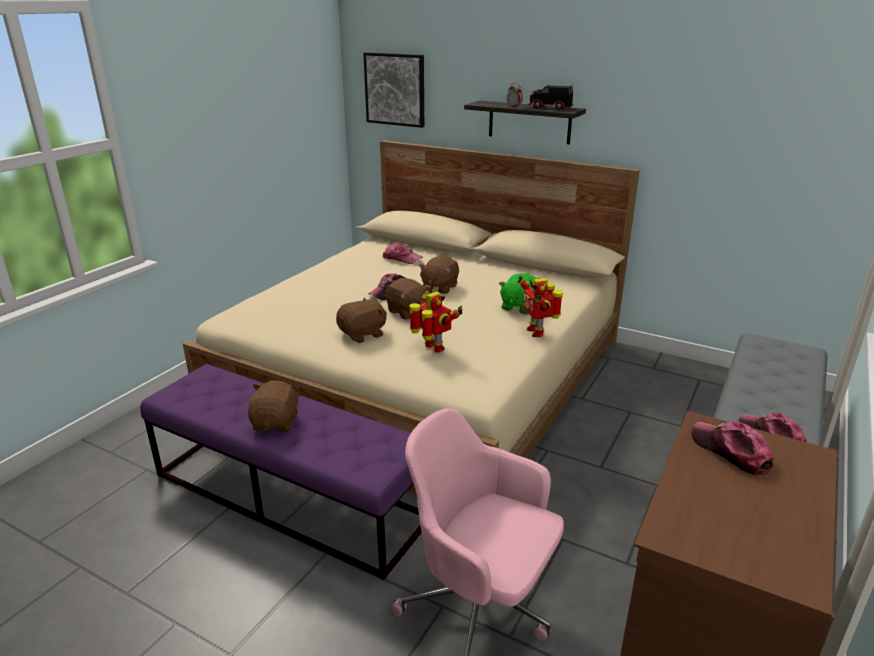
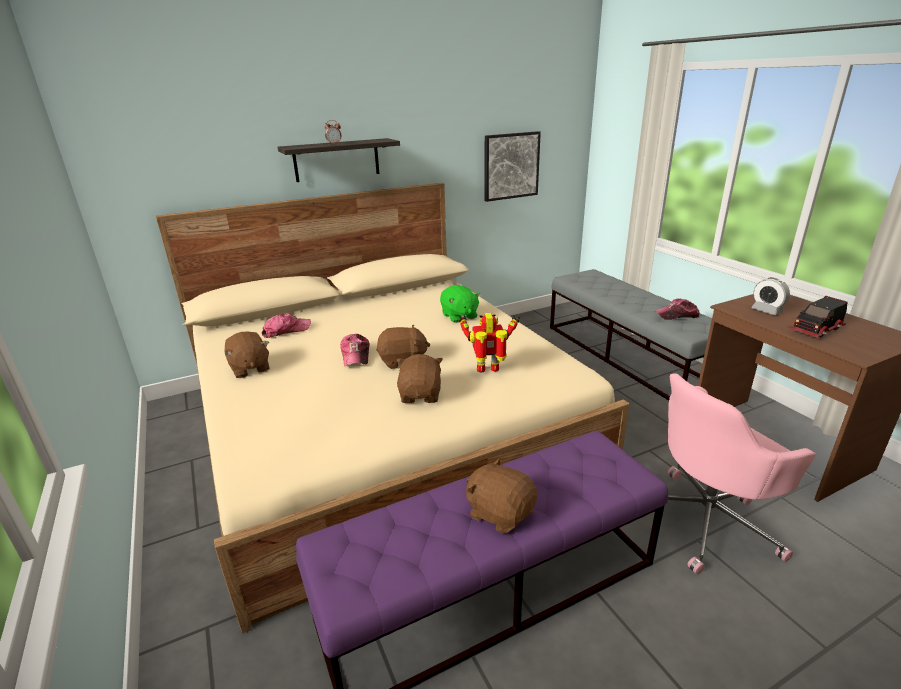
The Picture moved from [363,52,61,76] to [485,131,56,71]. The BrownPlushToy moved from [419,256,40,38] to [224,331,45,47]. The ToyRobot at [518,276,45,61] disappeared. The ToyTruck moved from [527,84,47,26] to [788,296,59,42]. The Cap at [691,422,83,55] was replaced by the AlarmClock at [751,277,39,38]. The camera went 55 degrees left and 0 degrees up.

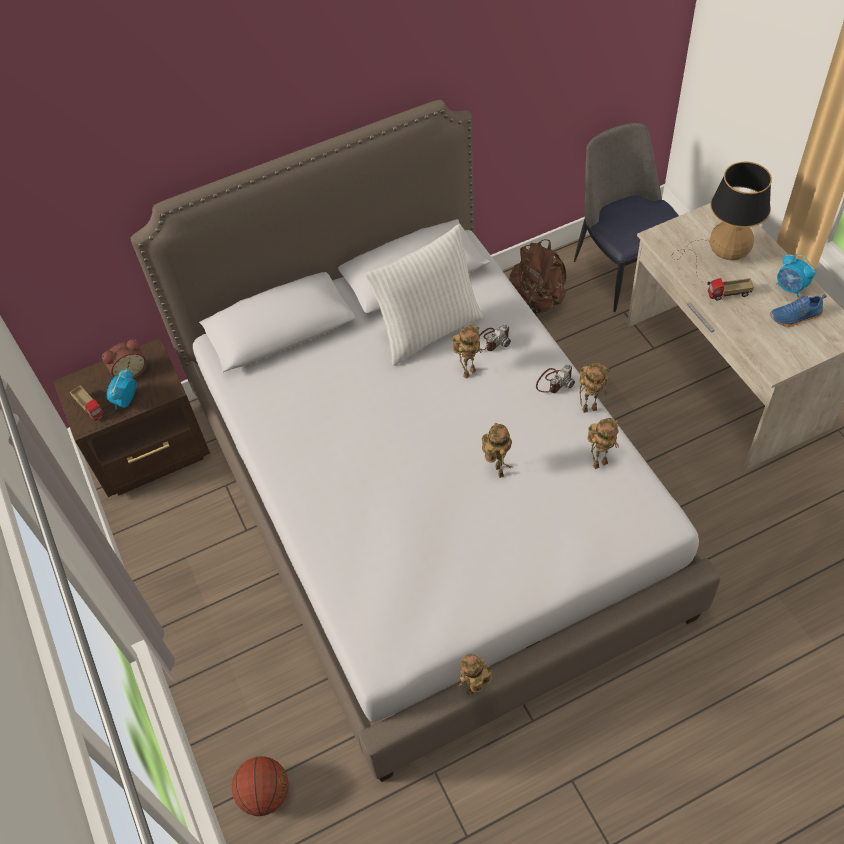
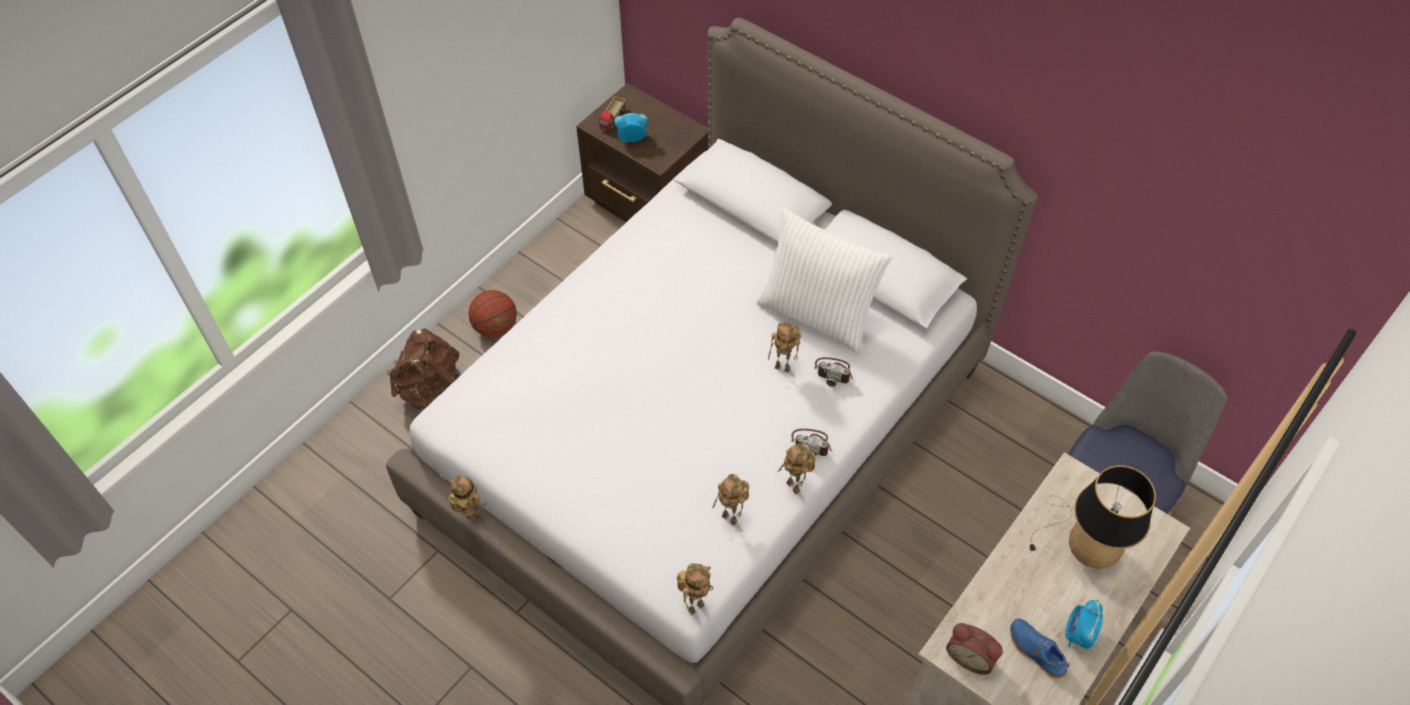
The AlarmClock moved from [102,339,45,40] to [946,623,57,52]. The Basketball moved from [231,756,58,60] to [469,290,48,48]. The ToyRobot moved from [482,423,31,55] to [677,563,36,52]. The BrownBackpack moved from [508,239,59,77] to [387,328,73,81]. The ToyTruck at [708,278,46,23] disappeared. The camera went 60 degrees right and 0 degrees up.

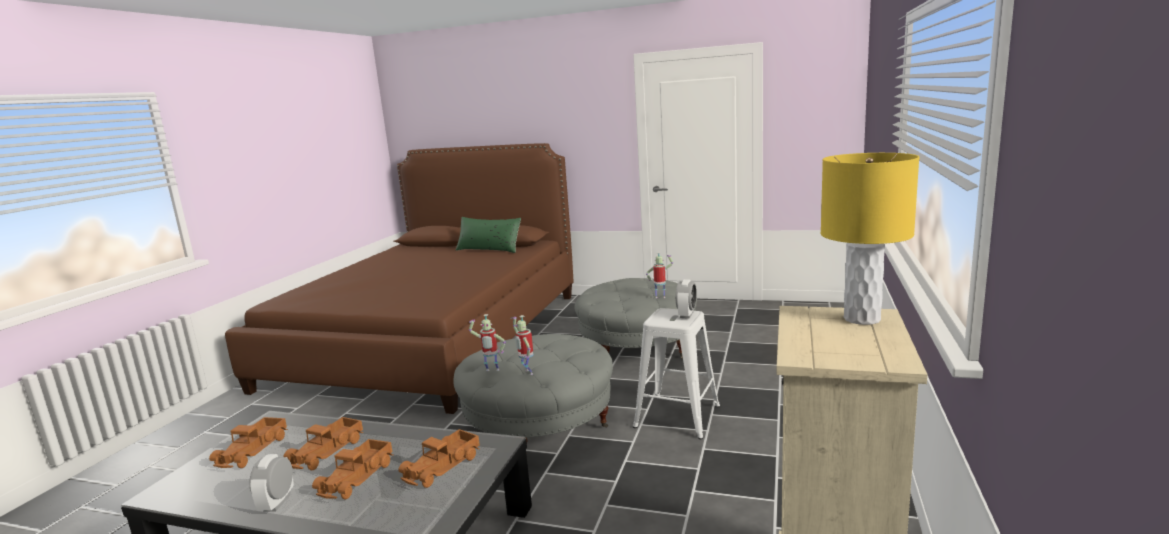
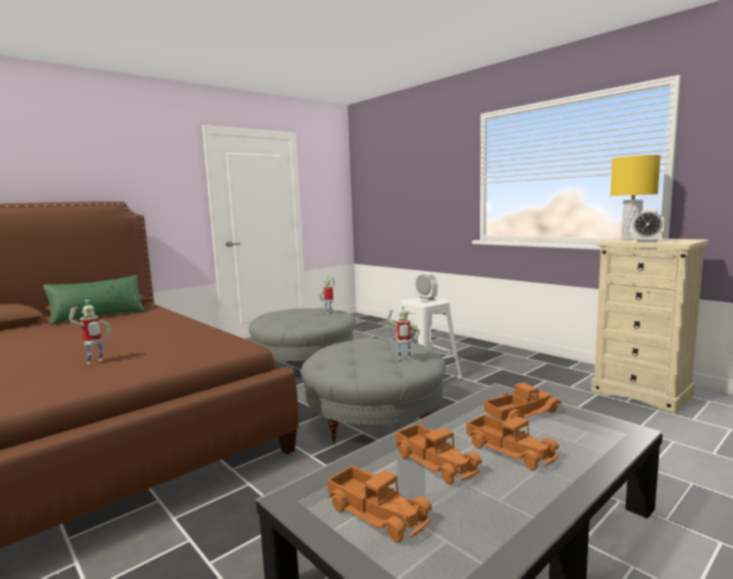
The AlarmClock moved from [249,454,45,57] to [631,209,35,33]. The ToyTruck at [398,429,82,59] turned 90 degrees counterclockwise. The ToyRobot moved from [469,314,37,57] to [69,300,43,64]. The camera went 60 degrees left and 5 degrees down.

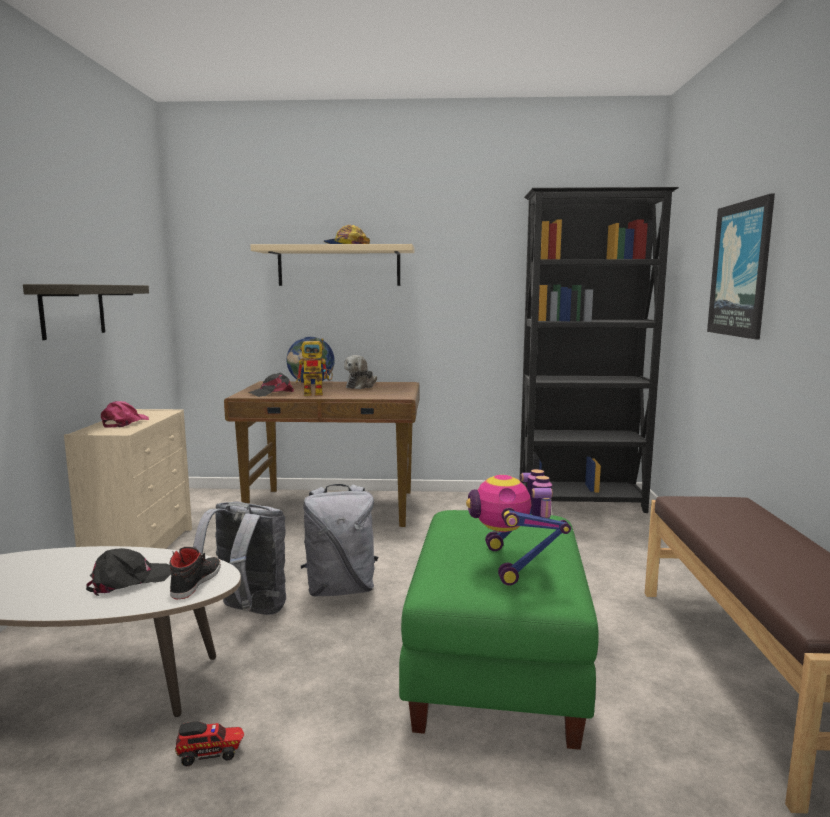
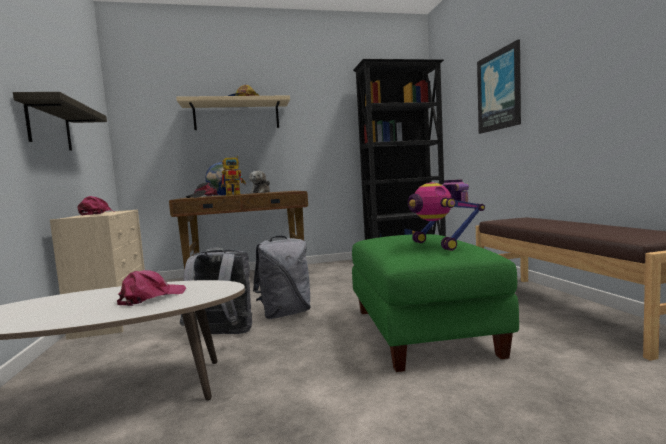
The BlackCap at [86,548,85,48] became the PinkCap at [117,270,70,36]. The BlackShoe at [170,547,51,52] disappeared. The ToyTruck at [175,722,69,45] disappeared. The camera went 15 degrees left and 5 degrees down.

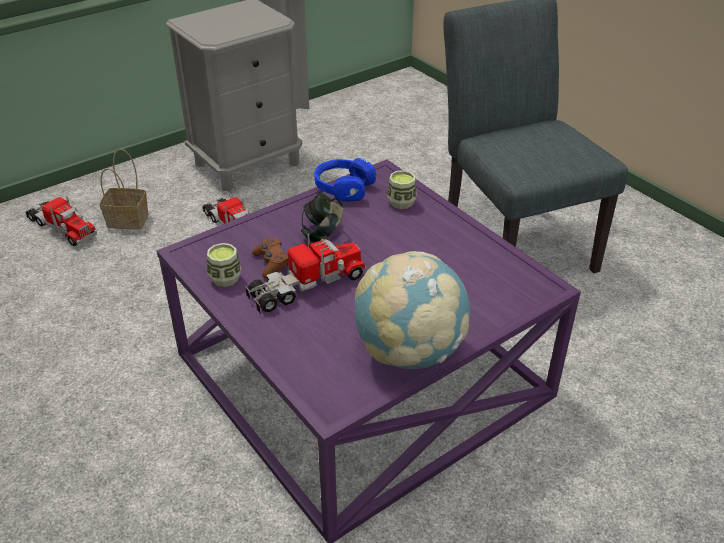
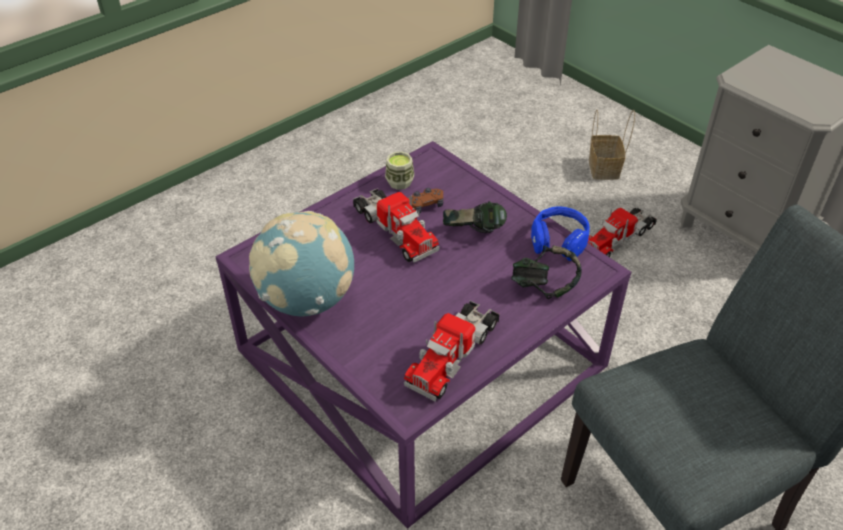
The ToyTruck moved from [25,196,72,50] to [404,300,96,102]. The Cup at [387,170,30,39] was replaced by the Headphones at [511,245,71,54]. The camera went 85 degrees right and 5 degrees up.

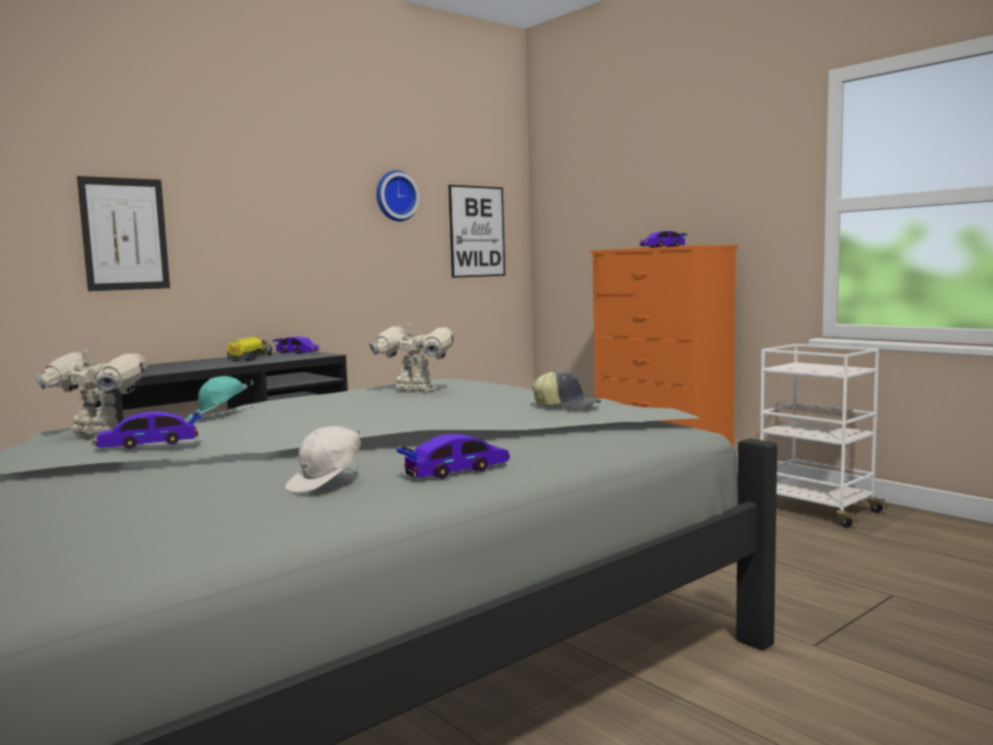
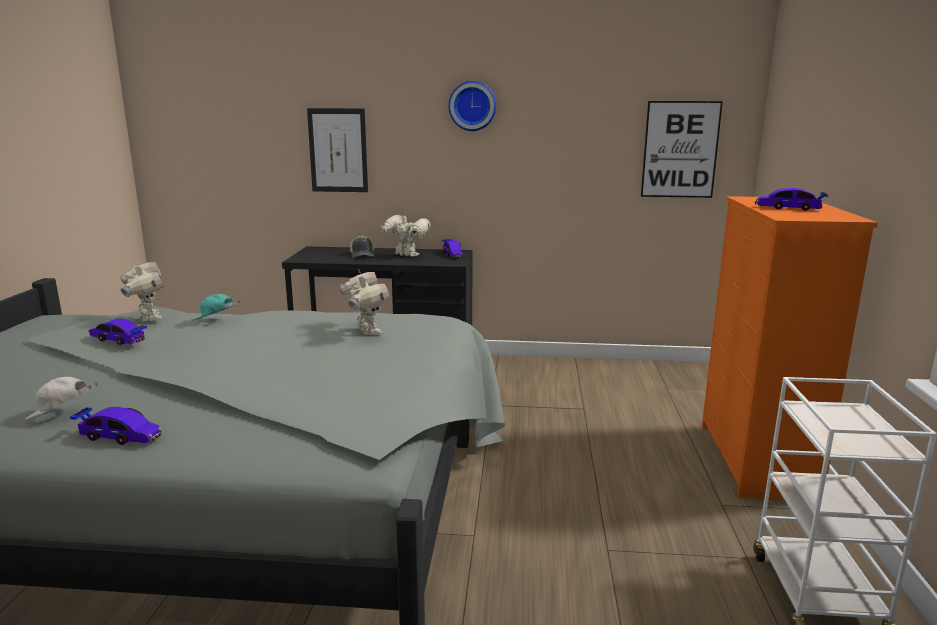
The ToyTruck at [226,337,46,24] was replaced by the ToyRobot at [380,212,50,45]. The WallClock moved from [376,170,44,51] to [448,81,48,50]. The Cap moved from [532,370,69,40] to [350,236,24,22]. The camera went 45 degrees right and 10 degrees up.

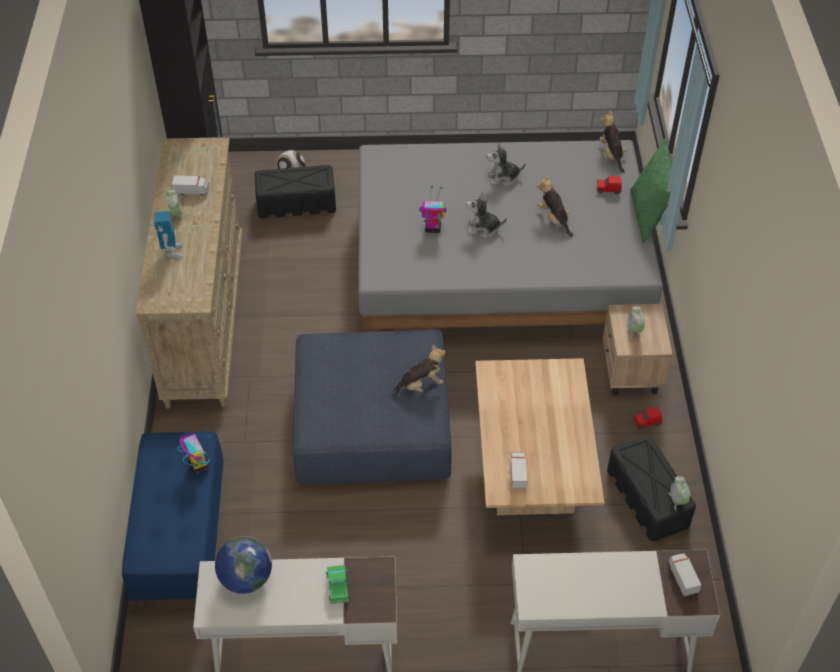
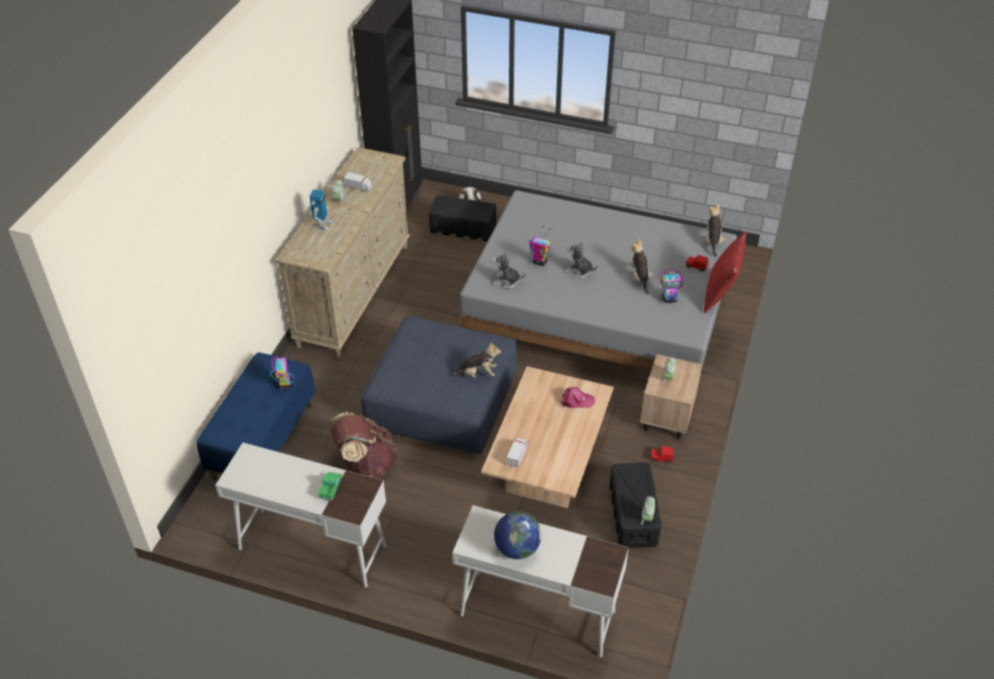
The Globe moved from [215,536,57,58] to [494,511,47,48]. The PlushToy moved from [486,143,39,43] to [492,250,33,39]. The GreenPillow at [630,138,42,105] became the RedPillow at [704,231,42,82]. The ToyTruck at [668,553,34,43] disappeared. The BrownBackpack at [331,412,66,66] appeared. The PinkCap at [560,387,35,21] appeared. The ToyRobot at [660,270,23,33] appeared. The camera went 20 degrees right and 5 degrees down.

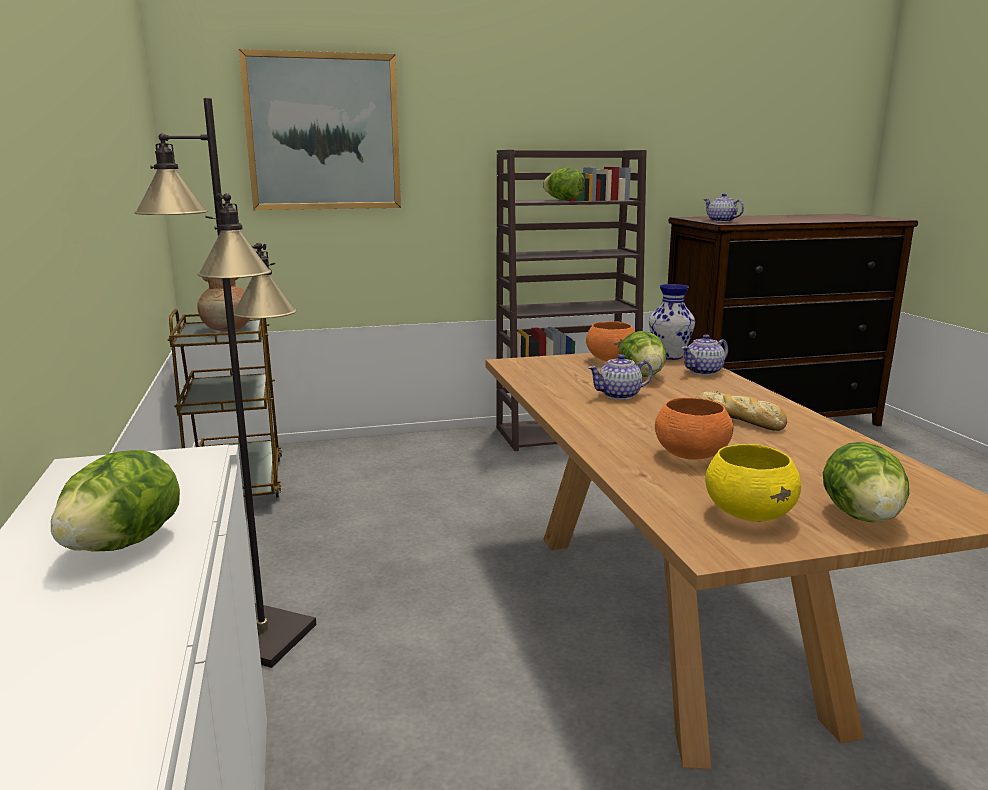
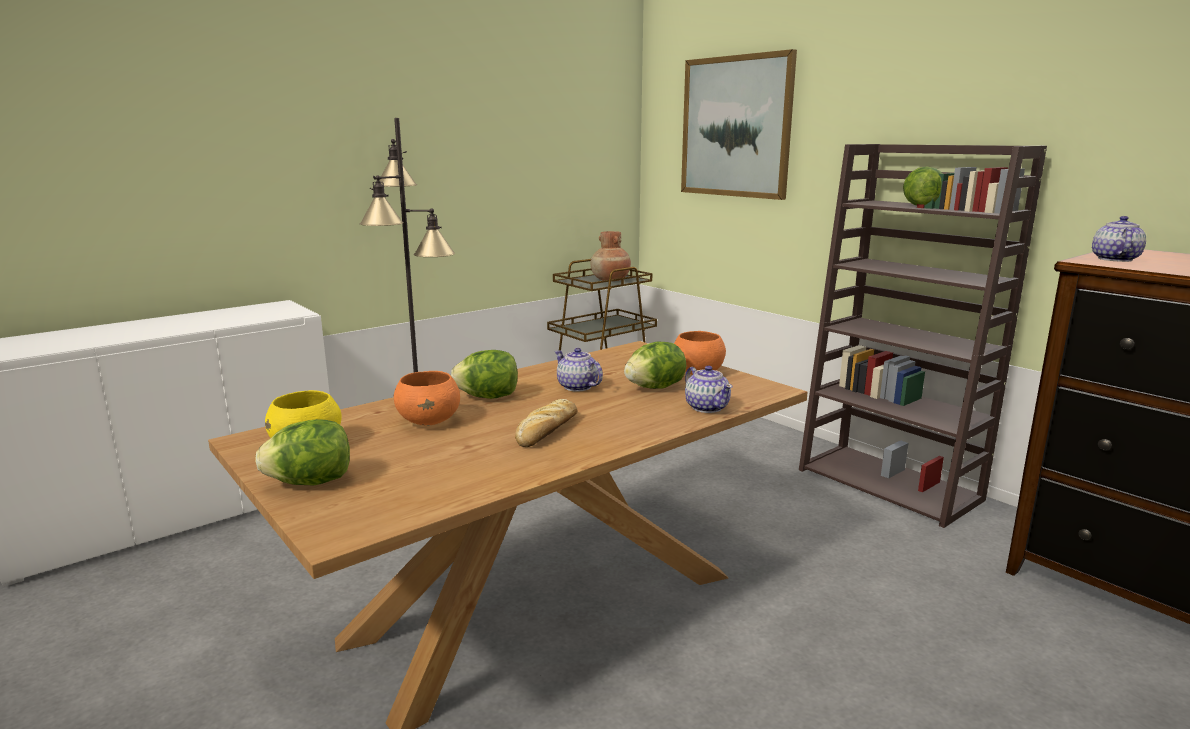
The Lettuce moved from [51,450,129,102] to [451,350,67,49]. The Vase at [649,284,46,76] disappeared. The Teapot at [682,334,46,41] turned 150 degrees counterclockwise. The camera went 65 degrees right and 0 degrees up.

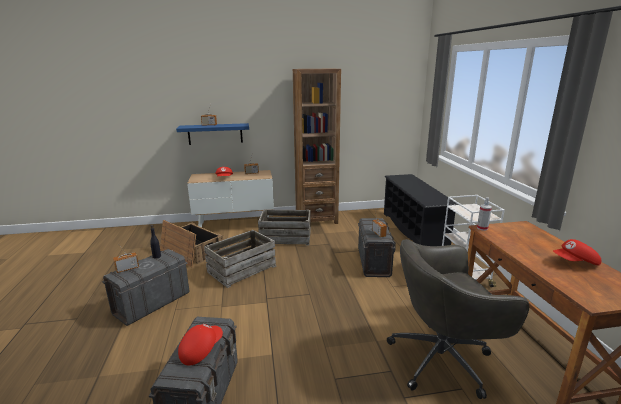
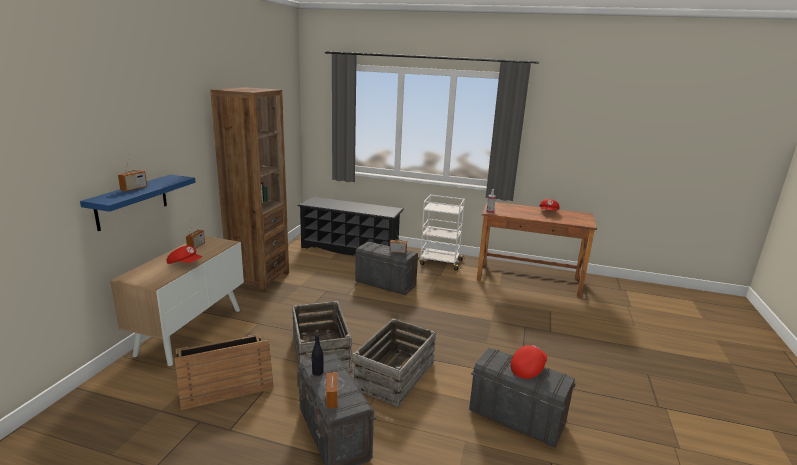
The RedCap at [178,324,45,42] turned 75 degrees clockwise. The Crate moved from [258,209,53,37] to [352,318,84,89]. The GreyOfficeChair at [387,239,142,160] disappeared. The camera went 65 degrees left and 0 degrees up.

